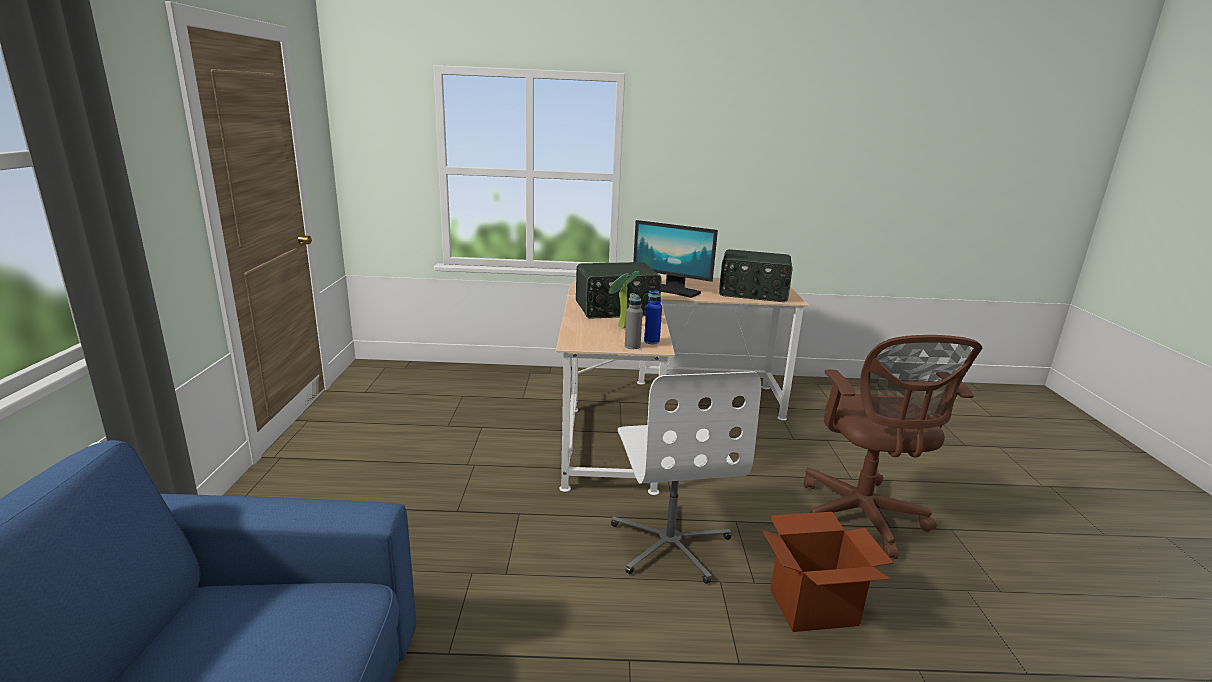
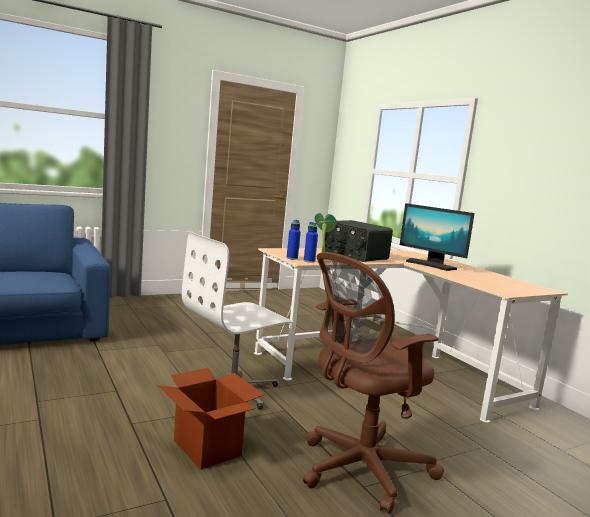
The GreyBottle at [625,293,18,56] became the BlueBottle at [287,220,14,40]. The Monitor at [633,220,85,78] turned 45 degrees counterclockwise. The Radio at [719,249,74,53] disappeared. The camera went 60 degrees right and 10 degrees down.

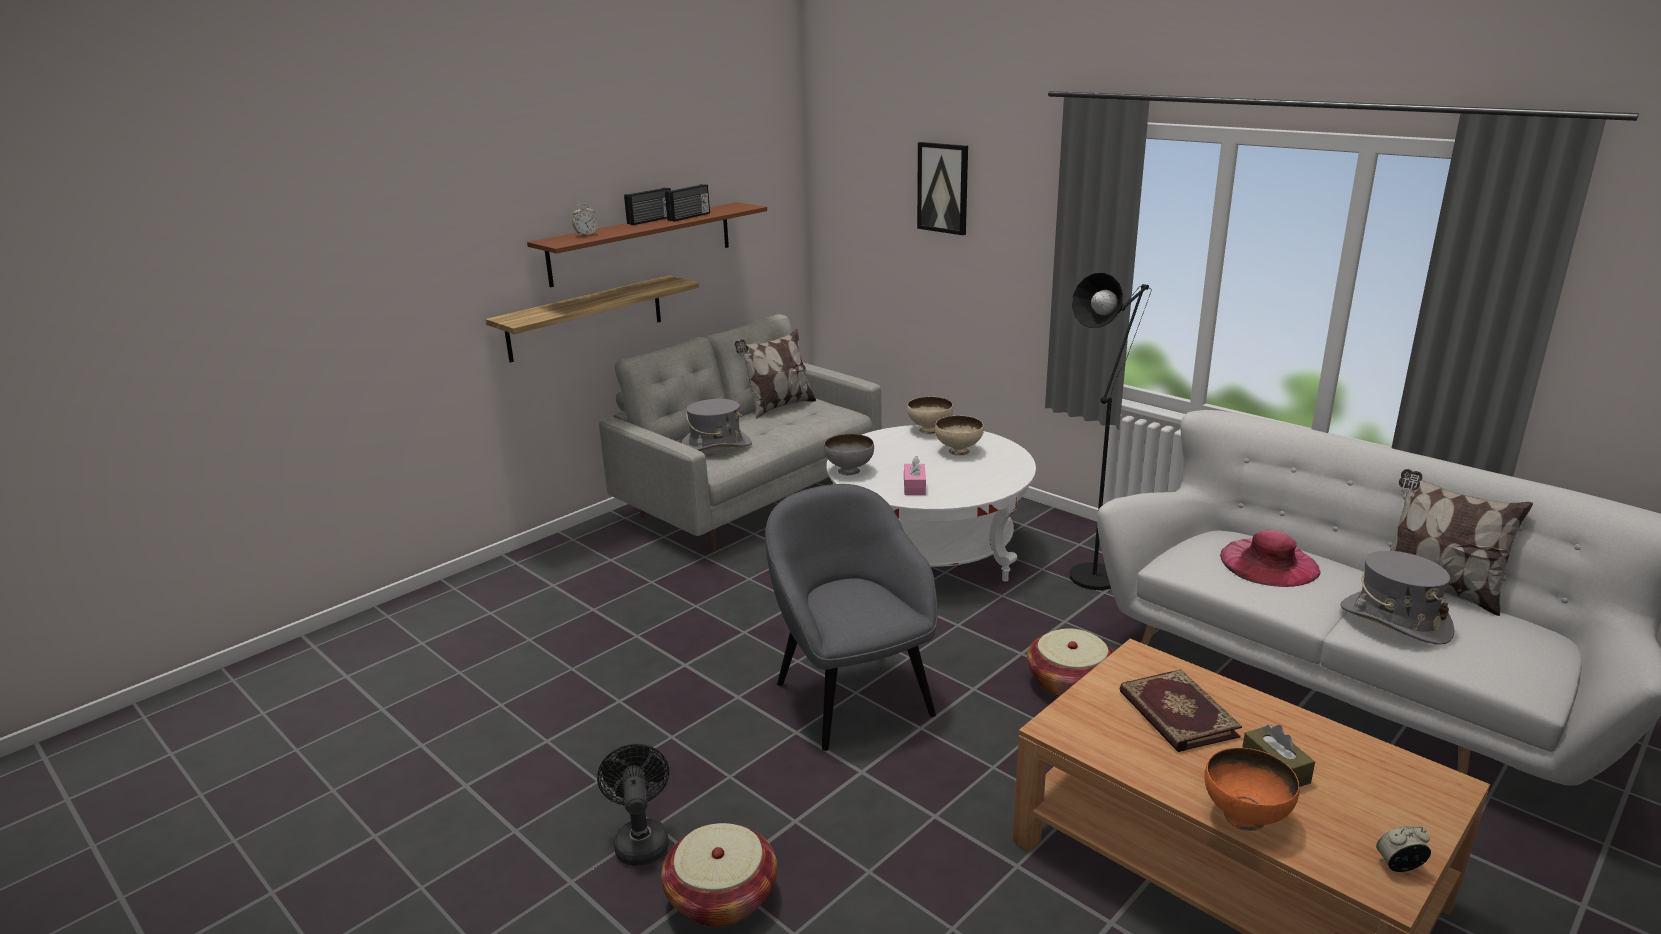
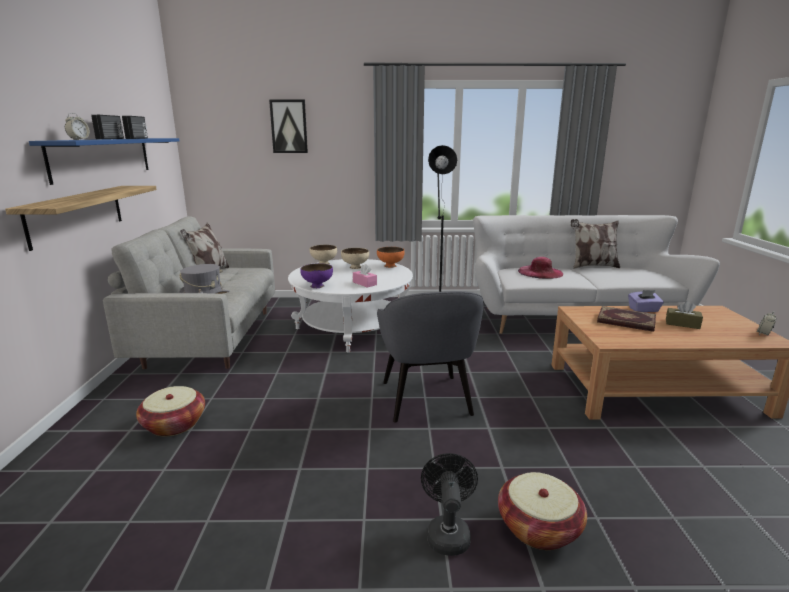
The BrownShelf at [527,202,240,85] became the BlueShelf at [29,138,150,47]. The BlackFan at [597,744,72,122] turned 60 degrees clockwise. The GreyArmchair at [765,484,173,267] turned 120 degrees counterclockwise. The GreyBowl at [824,434,50,41] became the PurpleBowl at [300,263,33,25]. The Basket moved from [1027,629,87,68] to [136,386,69,50]. The OrangeBowl moved from [1204,748,95,83] to [377,247,28,21]. The GreyHat at [1340,551,114,94] disappeared. The PurpleTissueBox at [628,290,36,22] appeared. The camera went 45 degrees left and 5 degrees down.

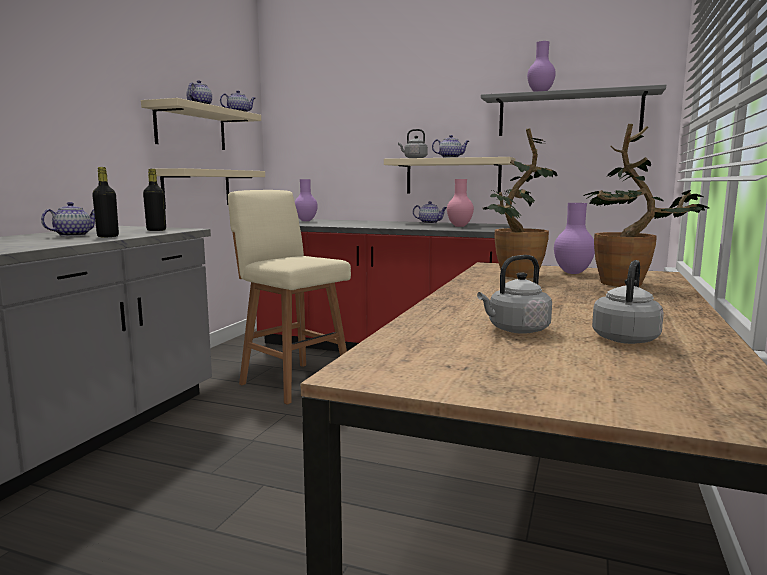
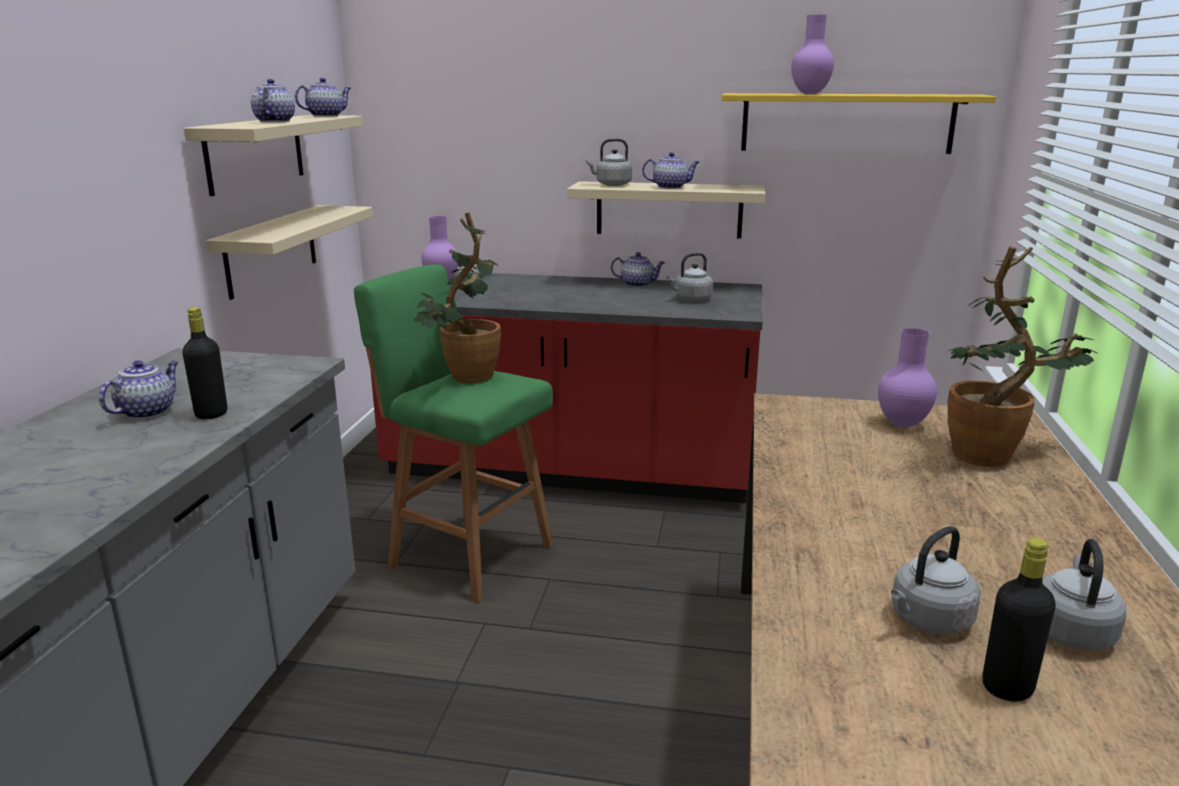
The BlackBottle moved from [143,169,23,62] to [982,538,74,164]. The BeigeStool at [228,190,123,214] became the GreenStool at [354,264,199,339]. The PinkVase at [447,179,27,48] was replaced by the GreyKettle at [667,253,46,49]. The GreyShelf at [481,85,185,51] became the YellowShelf at [721,93,275,61]. The PottedPlant moved from [483,128,74,150] to [413,212,88,171]. The camera went 10 degrees left and 10 degrees up.

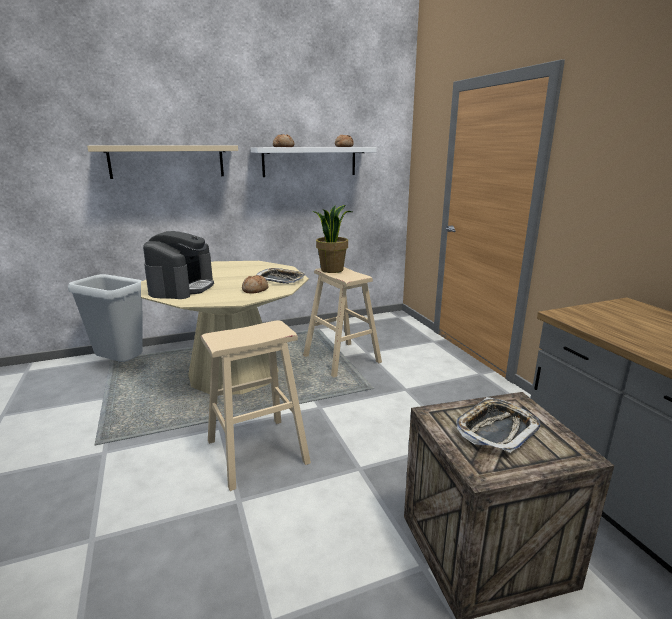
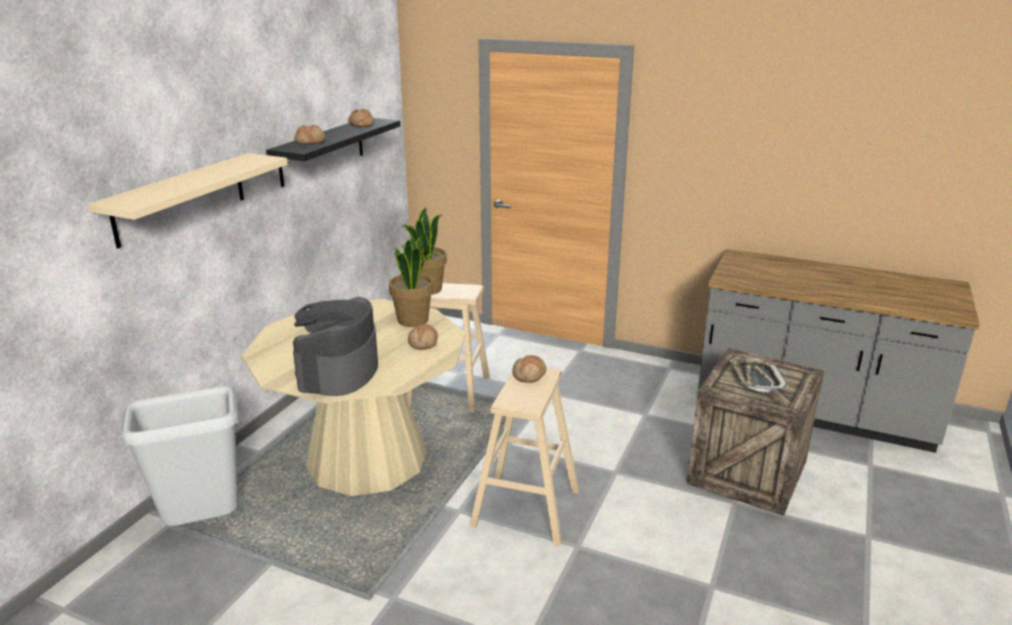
The CoffeeMachine at [143,231,71,68] turned 135 degrees counterclockwise. The WhiteShelf at [251,147,126,30] became the BlackShelf at [266,118,134,69]. The Tray at [256,268,49,16] was replaced by the PottedPlant at [389,237,50,90]. The Bread at [512,355,34,28] appeared. The camera went 45 degrees left and 5 degrees up.

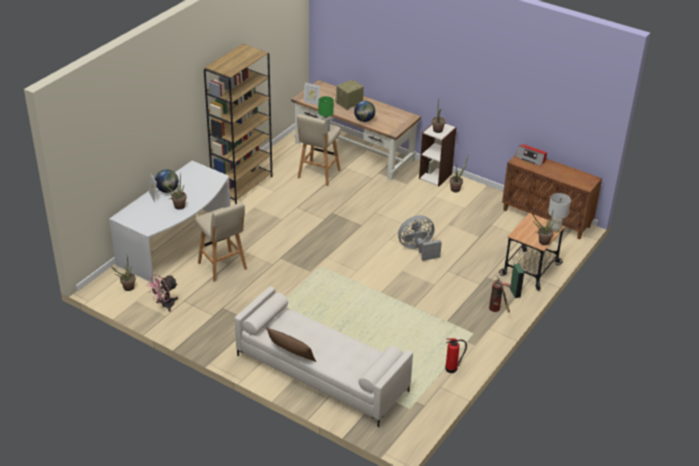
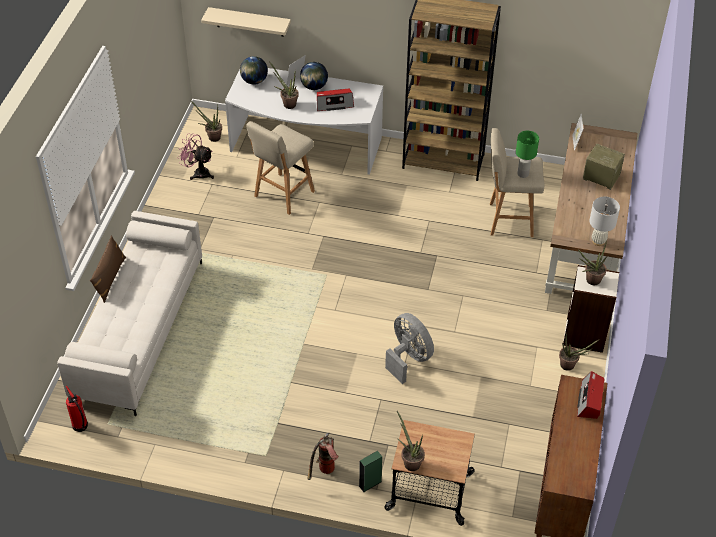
The Globe moved from [354,101,21,21] to [240,56,28,29]. The FireExtinguisher moved from [445,338,22,35] to [66,386,22,46]. The WhiteTableLamp moved from [548,193,23,39] to [589,197,31,49]. The BeigeShelf at [201,7,90,30] appeared. The Radio at [317,89,37,22] appeared. The camera went 70 degrees right and 10 degrees up.

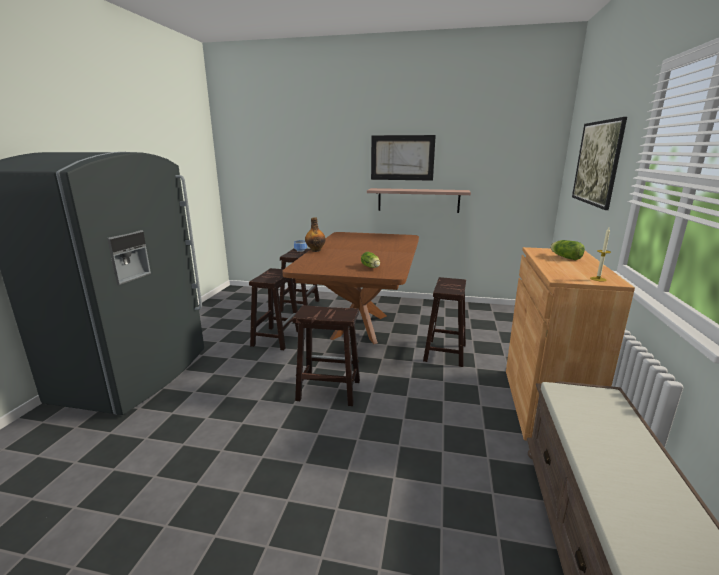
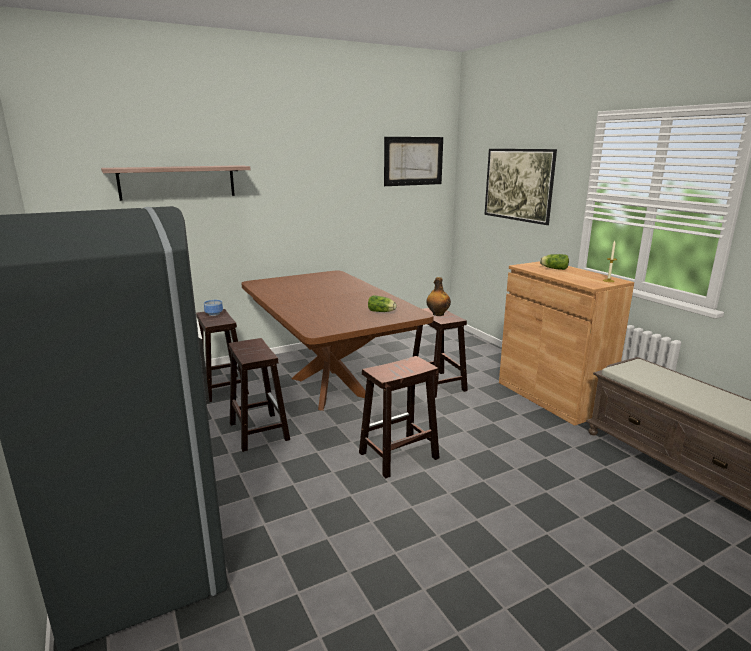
The Bottle moved from [305,218,21,34] to [426,277,25,39]. The Shelf moved from [367,188,104,25] to [101,165,150,36]. The Picture moved from [371,135,65,46] to [384,137,59,49]. The camera went 40 degrees left and 0 degrees up.

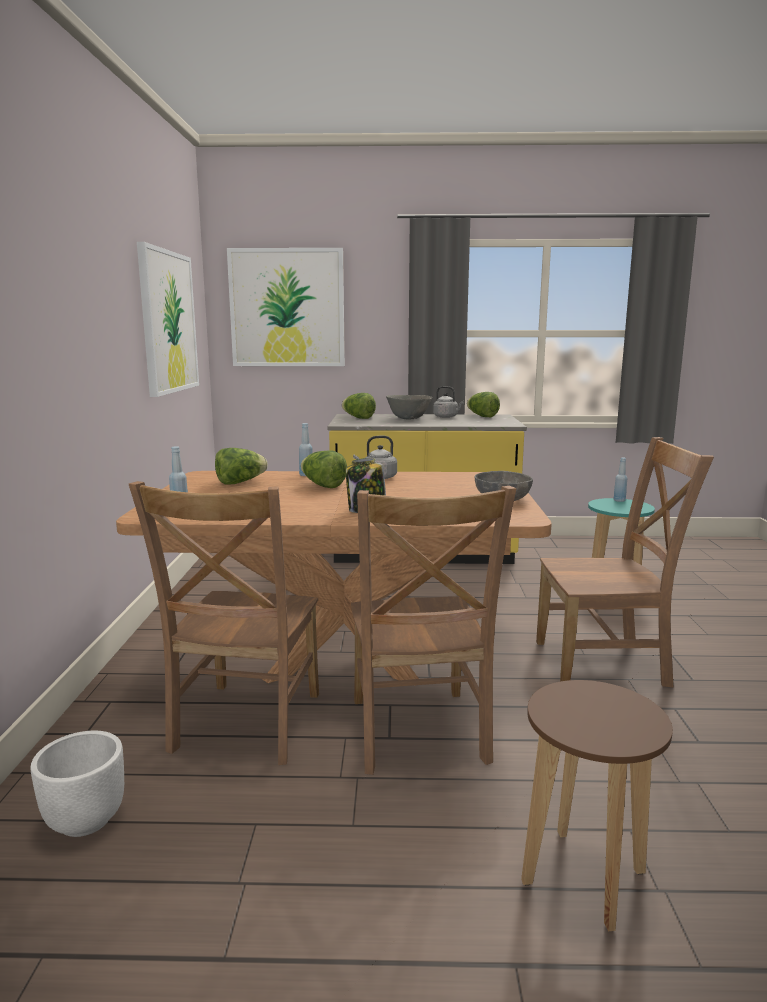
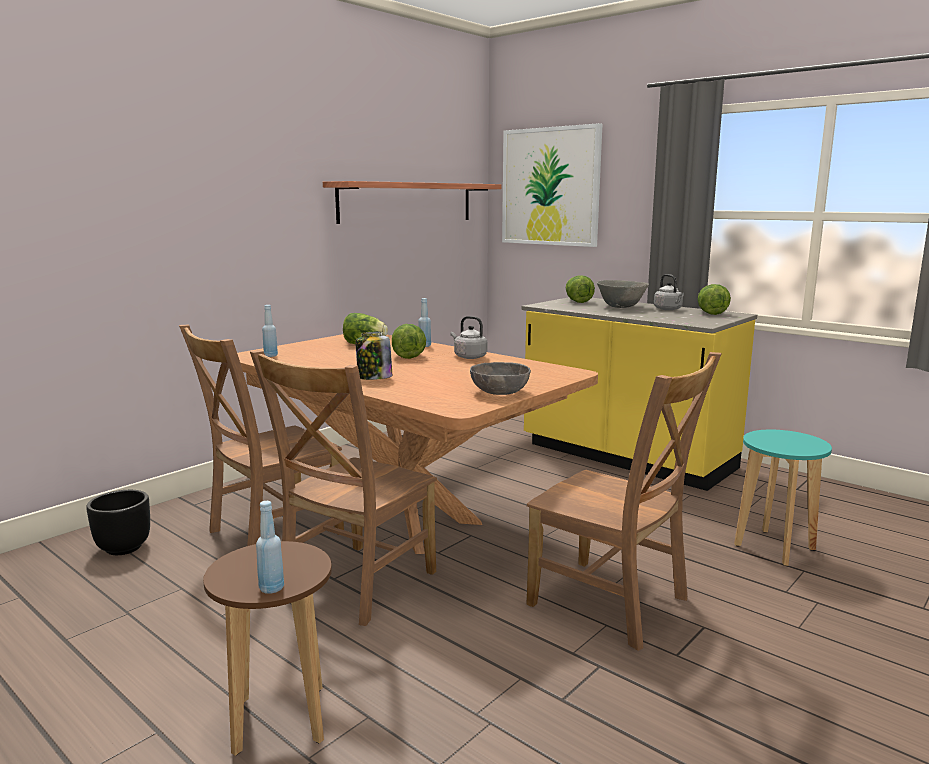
The WhitePlanter at [30,730,94,107] became the BlackPlanter at [86,490,64,65]. The Picture at [137,242,62,155] was replaced by the Shelf at [323,181,178,43]. The BlueBottle moved from [614,457,13,45] to [256,501,28,93]. The camera went 40 degrees right and 0 degrees up.

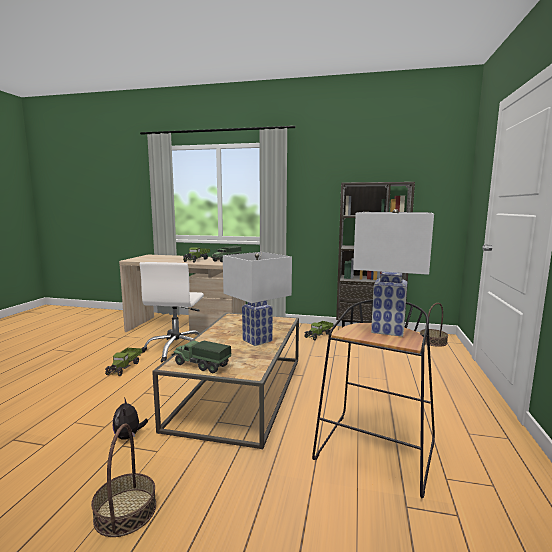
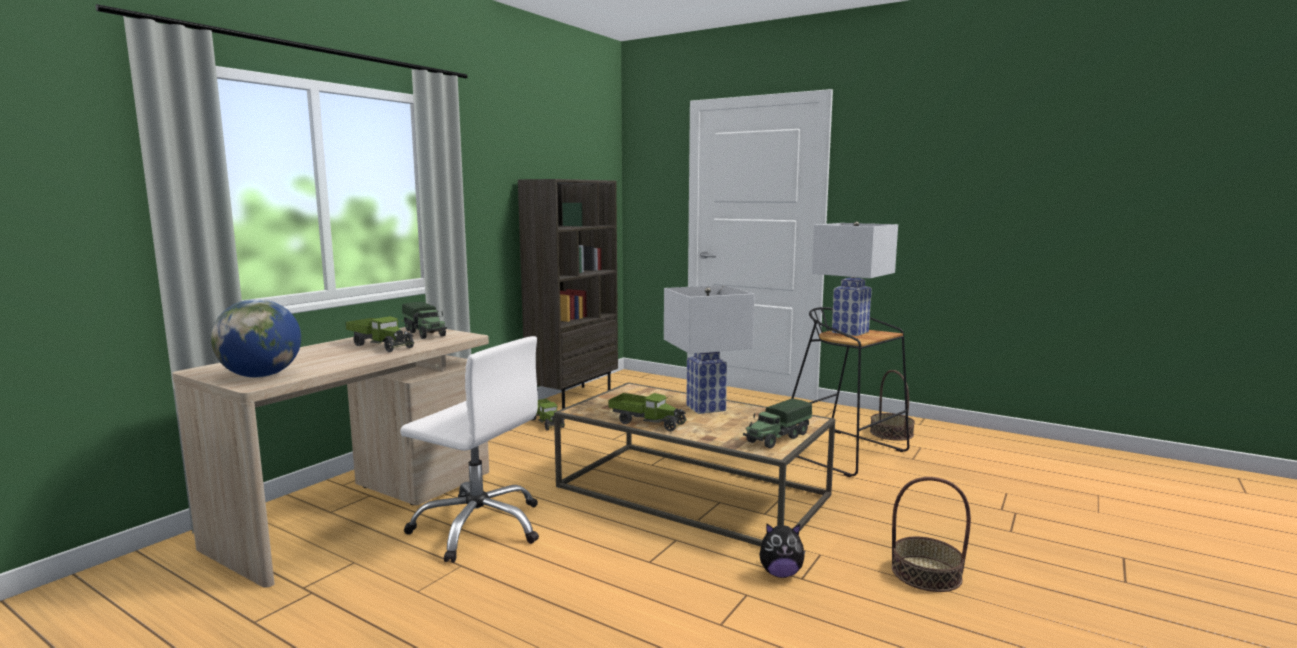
The ToyTruck moved from [105,348,37,28] to [608,393,79,38]. The Basket moved from [420,303,28,44] to [870,370,45,71]. The Globe at [211,299,90,79] appeared. The camera went 70 degrees left and 0 degrees up.

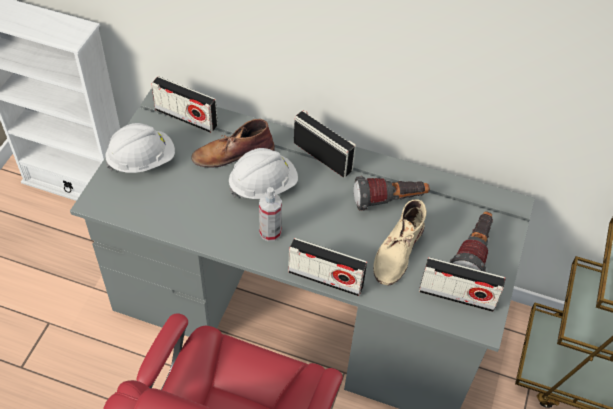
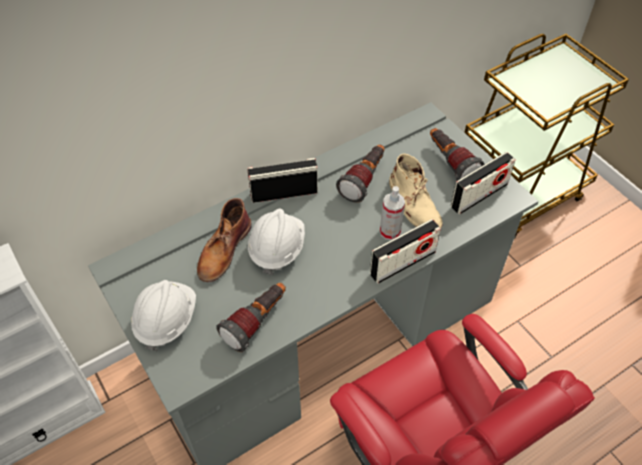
The Radio at [151,76,67,57] disappeared. The SprayBottle moved from [259,187,23,54] to [380,186,25,54]. The Flashlight at [216,283,70,69] appeared. The camera went 50 degrees left and 0 degrees up.

